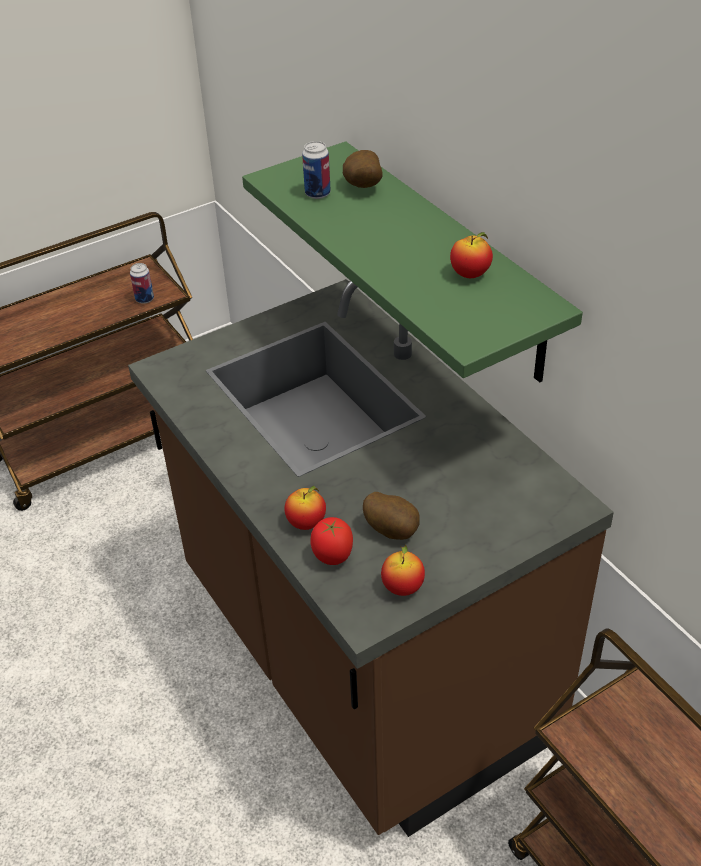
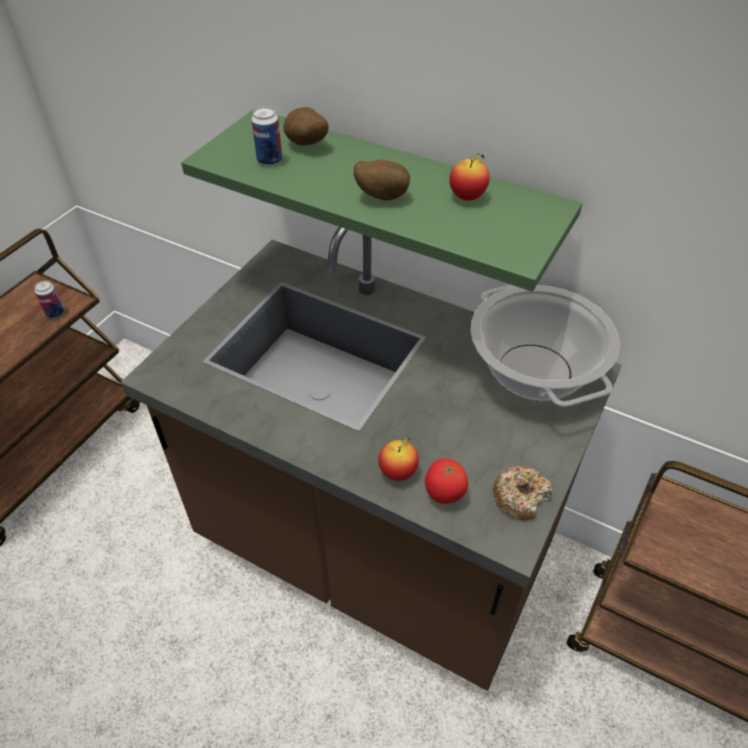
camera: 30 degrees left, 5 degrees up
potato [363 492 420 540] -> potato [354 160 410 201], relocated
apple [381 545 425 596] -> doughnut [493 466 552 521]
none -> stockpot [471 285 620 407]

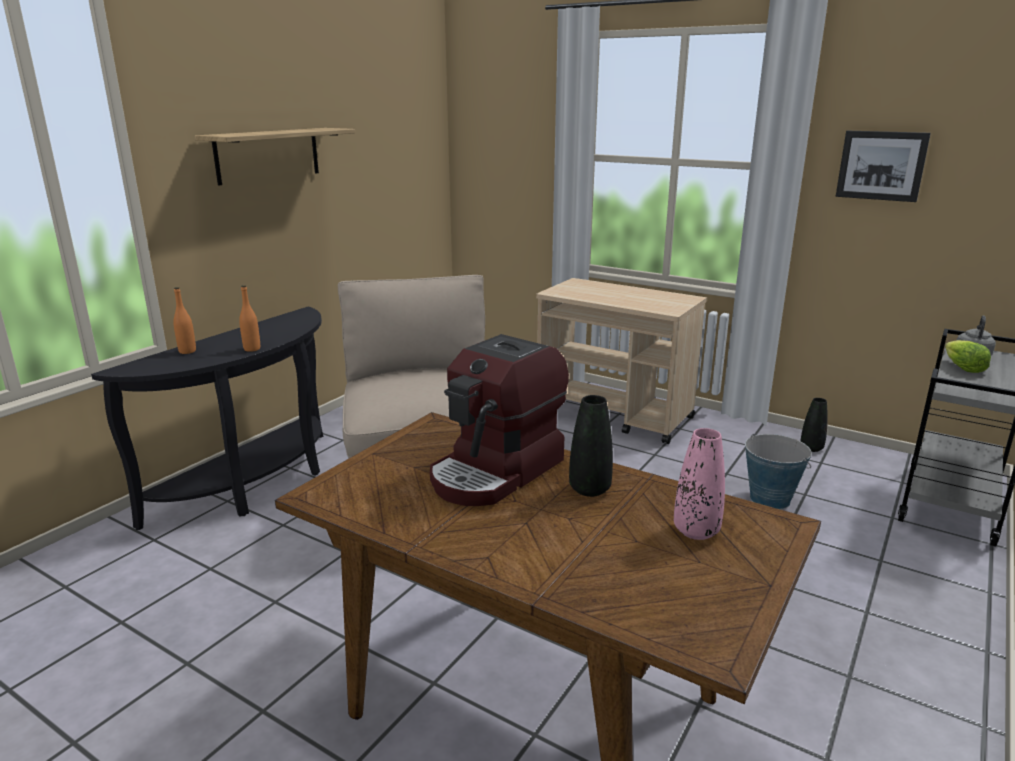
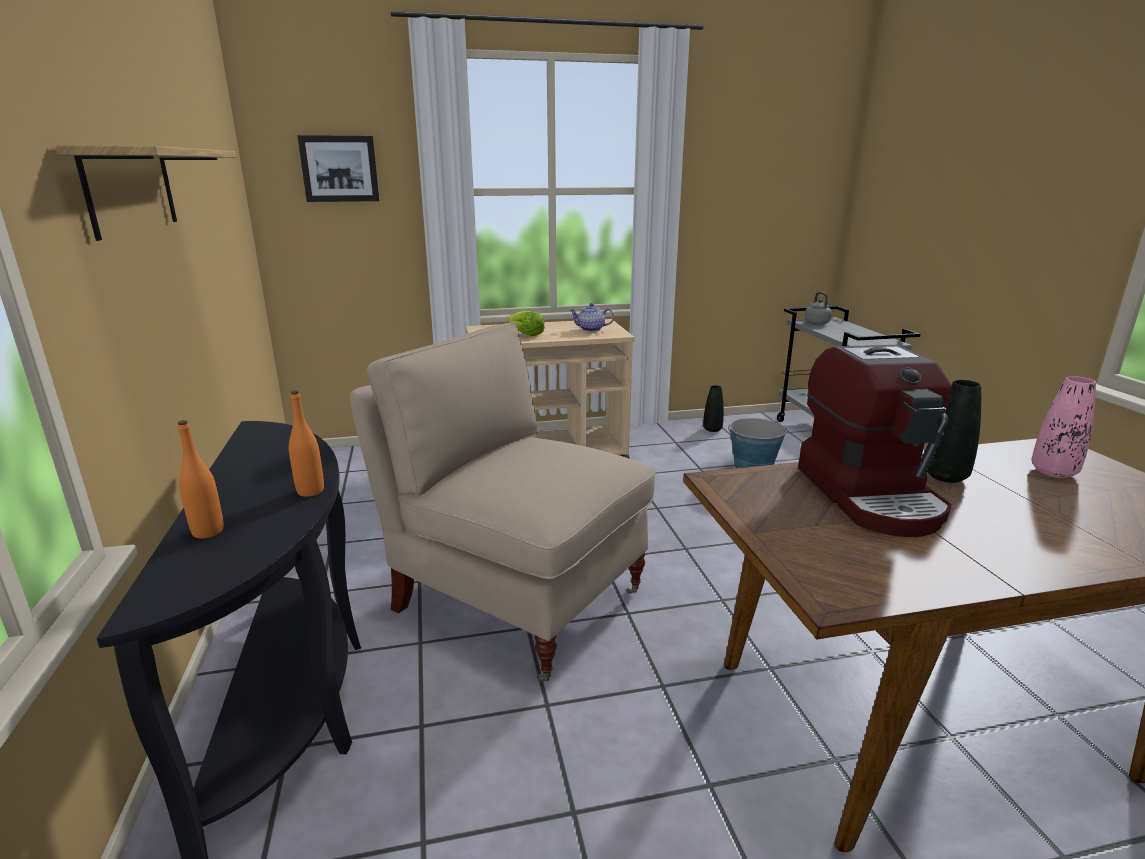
camera: 45 degrees left, 0 degrees up
wall picture [836 131 931 202] -> wall picture [297 135 379 202], relocated
lettuce head [945 340 991 373] -> lettuce head [507 311 545 336], relocated
none -> pot for tea [569 303 614 332]

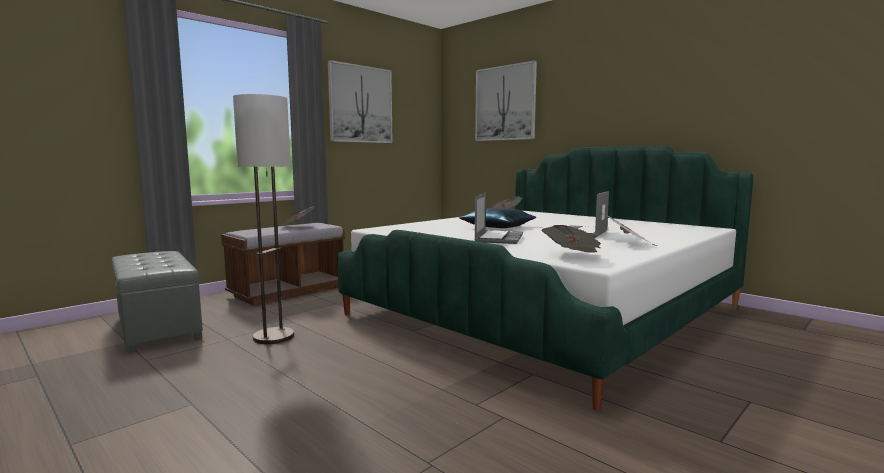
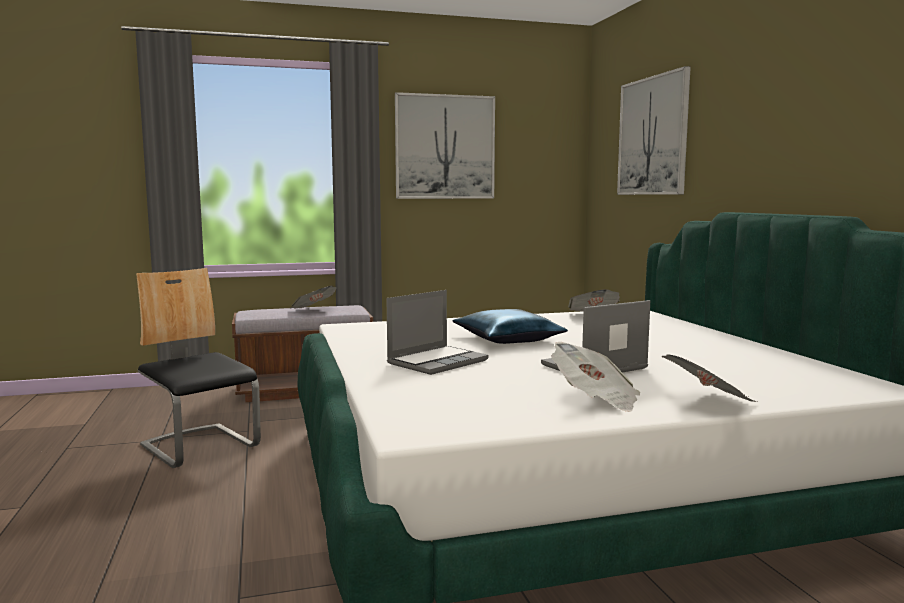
camera: 30 degrees right, 0 degrees up
standard lamp [233 94 294 344] -> plain chair [136 268 261 468]
printed paper [542 225 601 253] -> printed paper [661 354 757 402], relocated
gray footrest [112 251 203 352] -> none

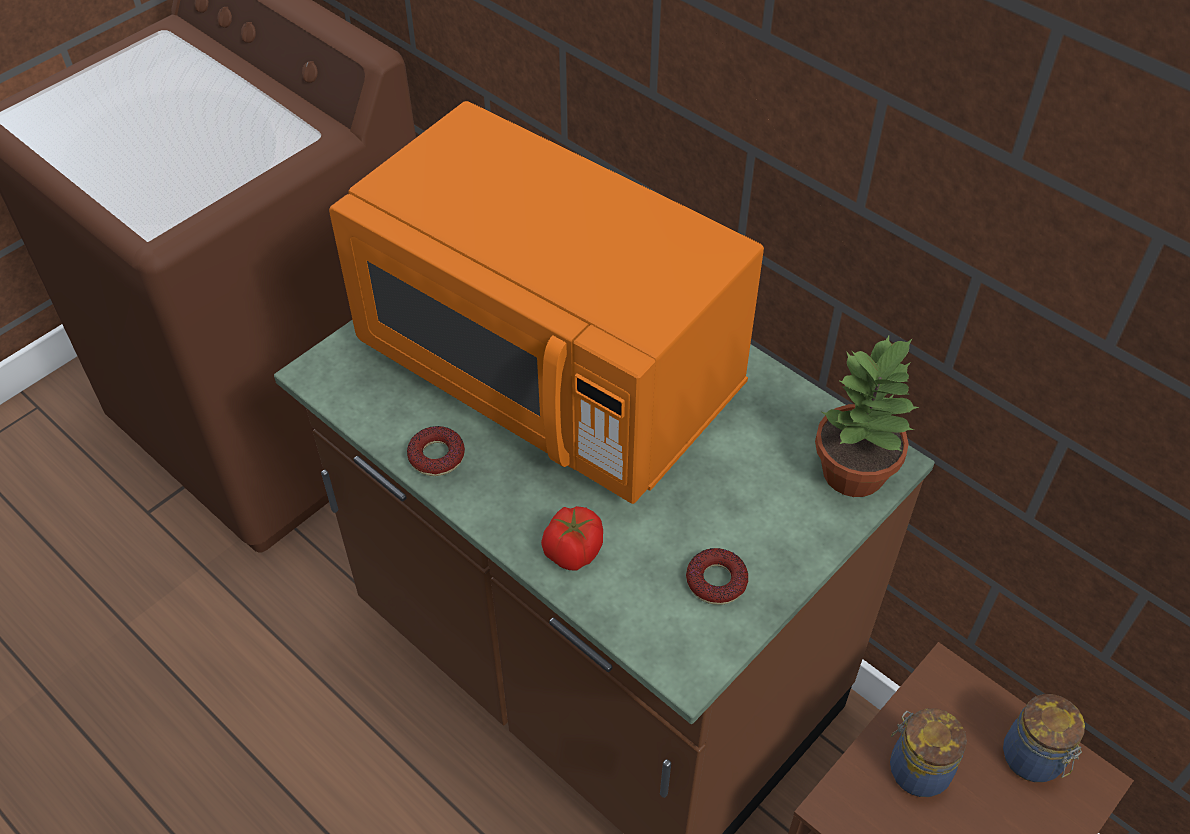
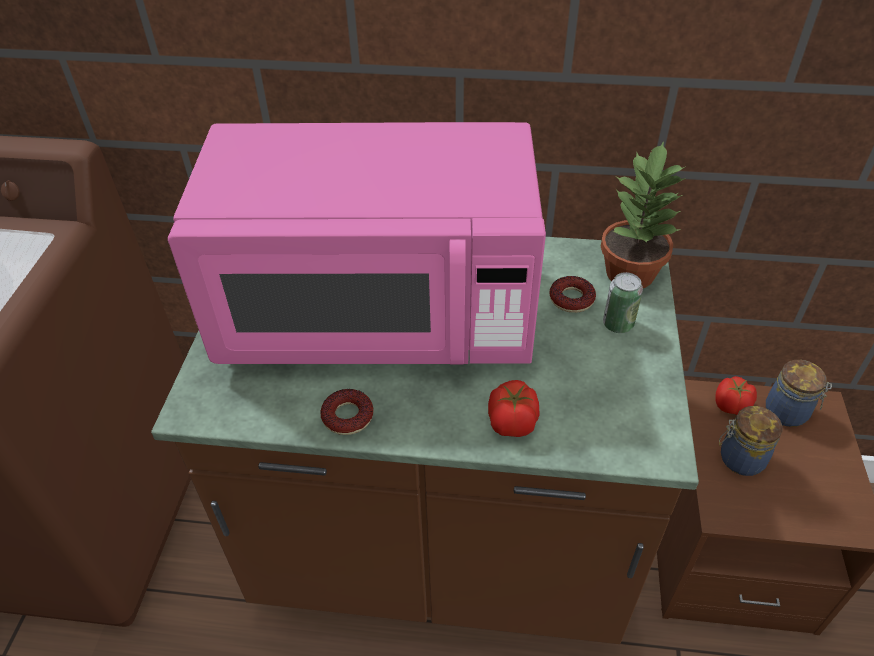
camera: 35 degrees left, 5 degrees down
orange-coloured microwave [329 101 764 504] -> pinkish microwave [168 122 546 365]
doughnut [686 548 748 605] -> doughnut [549 276 596 313], relocated
none -> metal can [603 272 643 333]
none -> whole tomato [715 376 757 415]

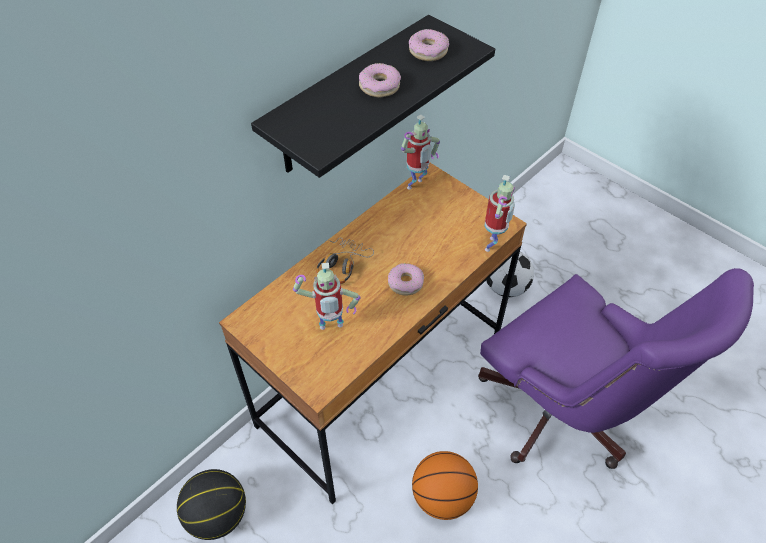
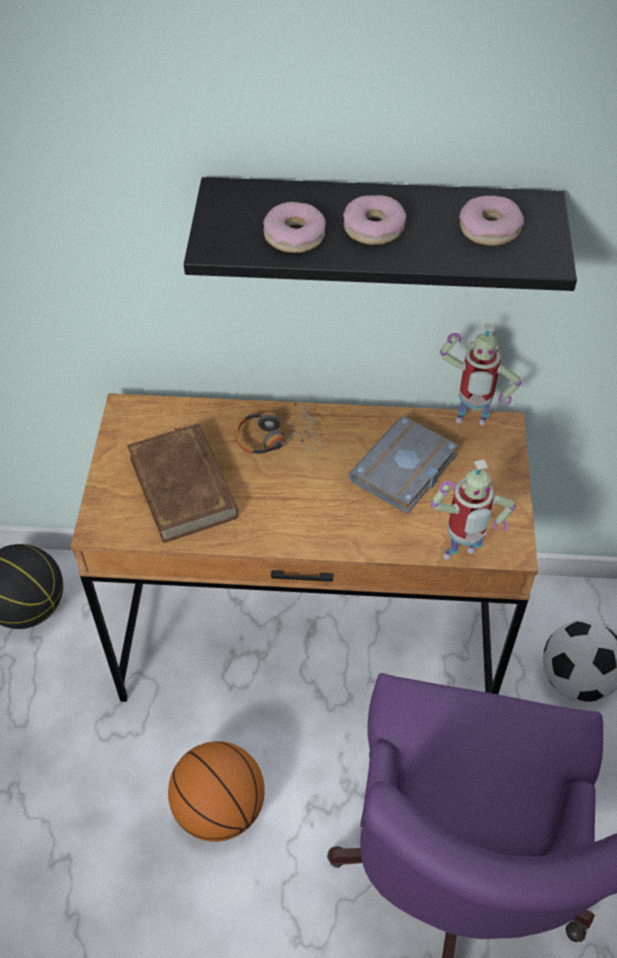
camera: 50 degrees right, 0 degrees up
robot figure [293 262 360 330] -> brown bound book [127 424 238 543]
doughnut [388 263 424 296] -> doughnut [263 202 326 253], relocated
none -> gray bound book [348 416 458 514]

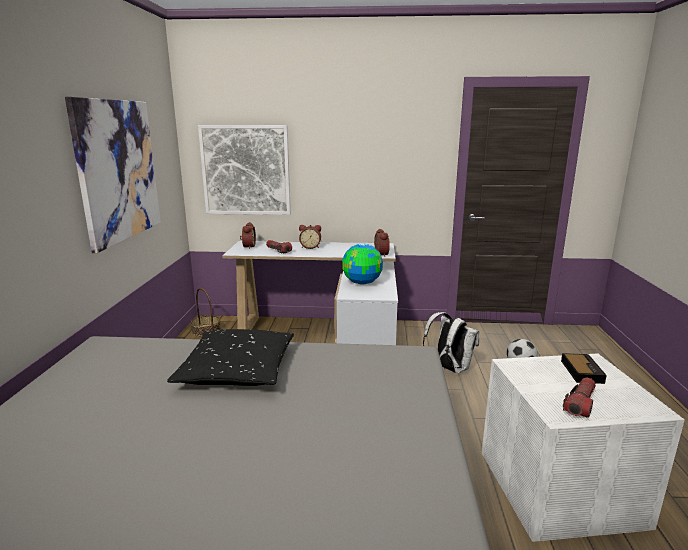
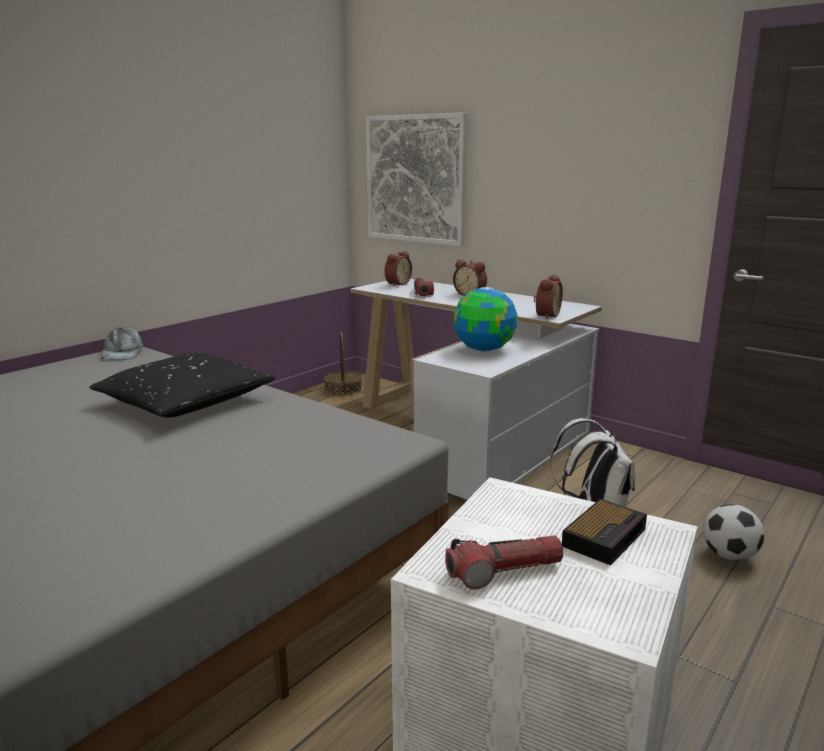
camera: 35 degrees right, 0 degrees up
wall picture [65 97 161 253] -> none
none -> gray baseball cap [101 327 144 360]

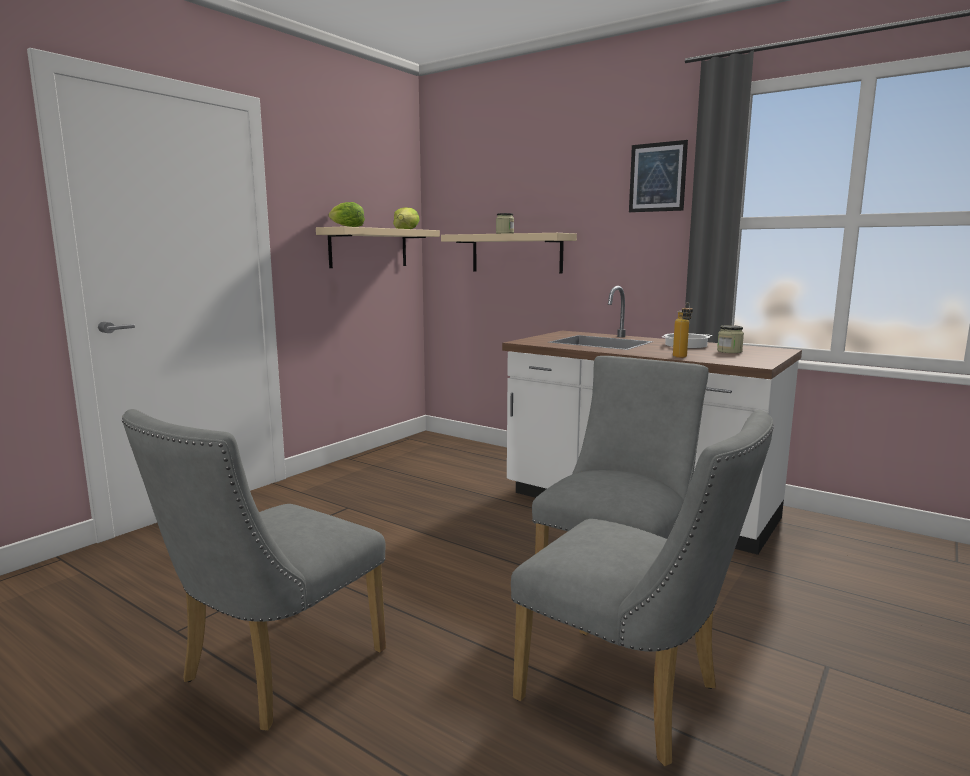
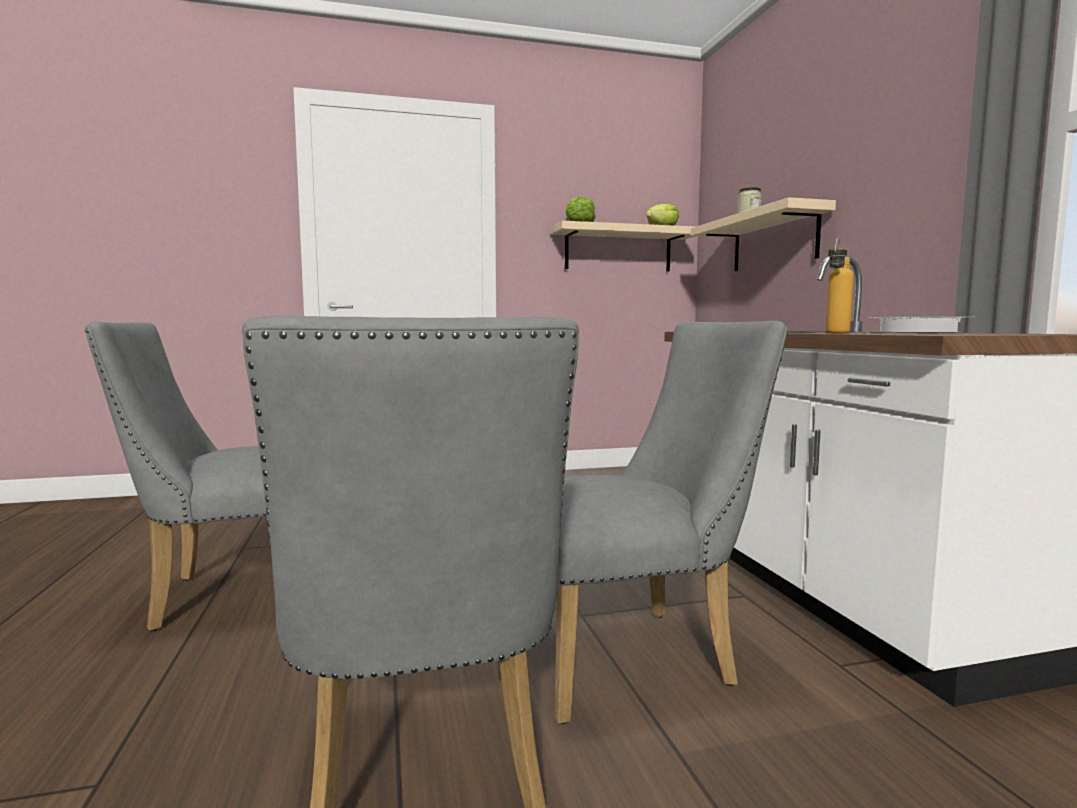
camera: 40 degrees right, 5 degrees down
wall picture [629 140 688 212] -> none
preserve jar [717 325 744 353] -> none

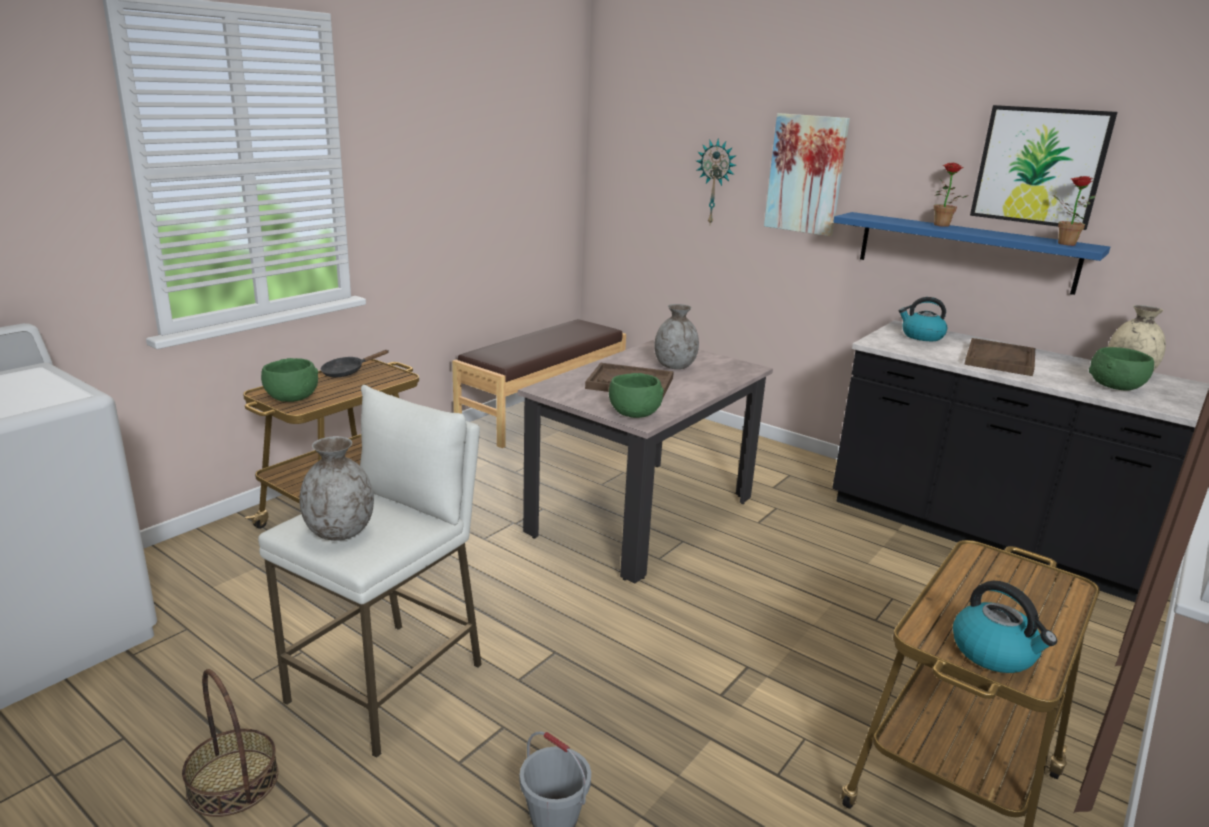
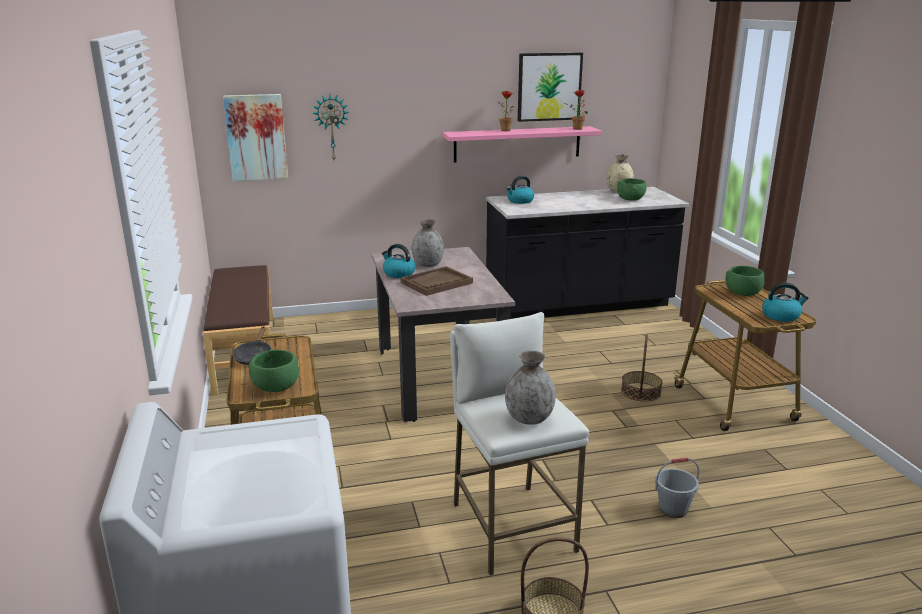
camera: 50 degrees left, 0 degrees up
wall picture [764 113 850 236] -> wall picture [223 94 288 181], relocated
blue wall shelf [833 212 1110 295] -> pinkish wall shelf [443 126 602 163]
brown carrying tray [964 338 1035 376] -> none
green-coloured deep dish [609 373 664 418] -> green-coloured deep dish [725 266 764 296], relocated
none -> water kettle [382 244 415 278]
none -> household basket [621 334 663 402]

